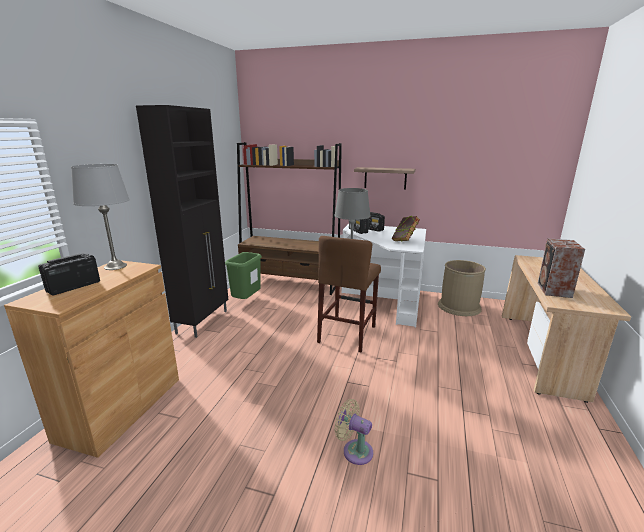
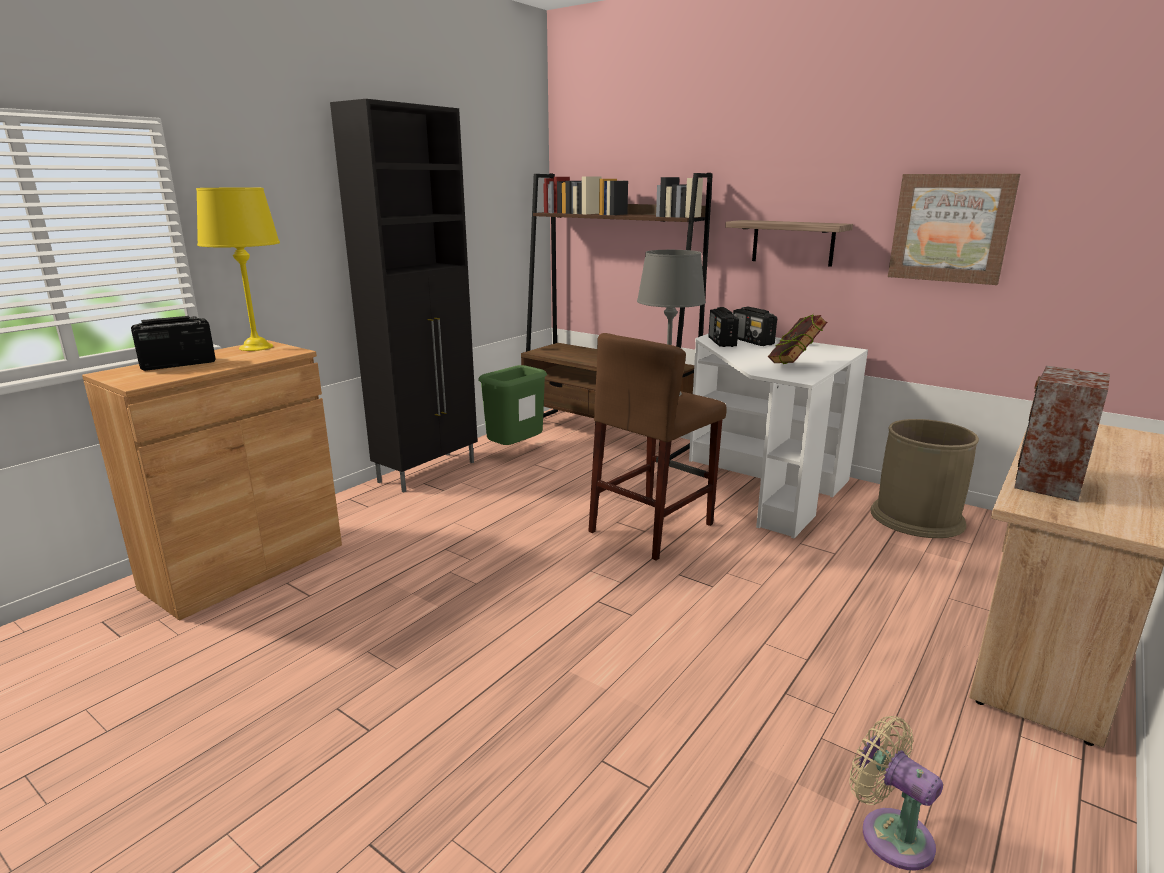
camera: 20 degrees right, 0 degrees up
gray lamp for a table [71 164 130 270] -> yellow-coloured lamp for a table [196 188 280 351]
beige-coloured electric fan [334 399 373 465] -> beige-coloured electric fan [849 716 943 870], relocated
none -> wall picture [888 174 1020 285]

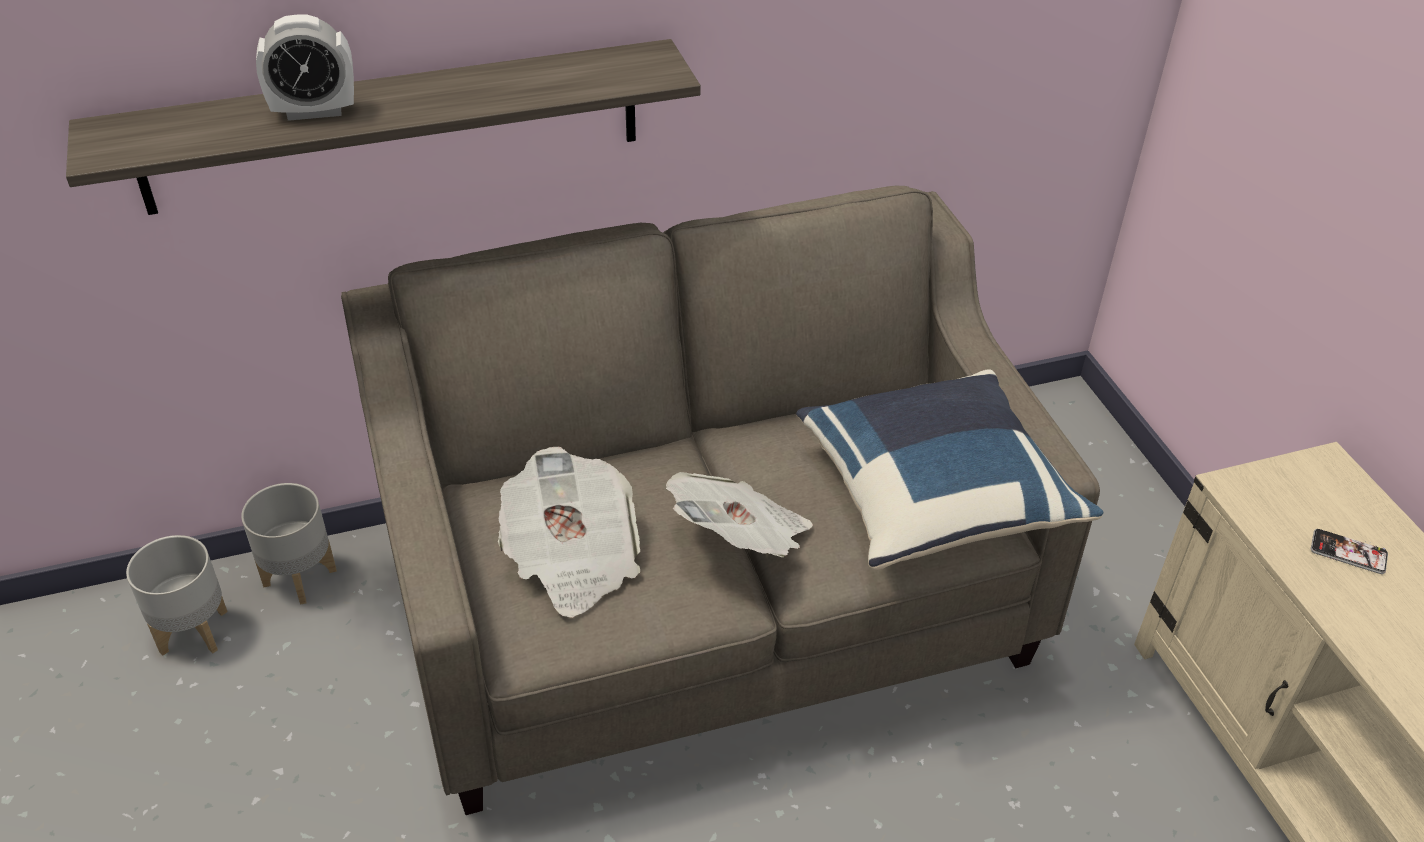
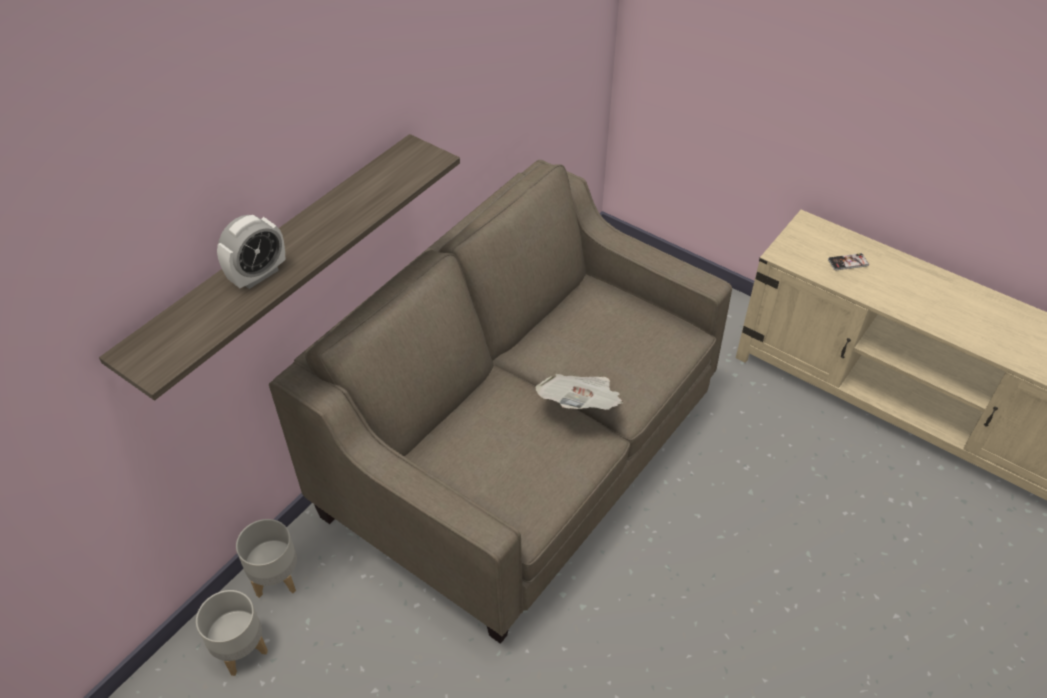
camera: 35 degrees left, 5 degrees up
blue cushion [796 369 1103 570] -> none
printed paper [498 447 641 618] -> none

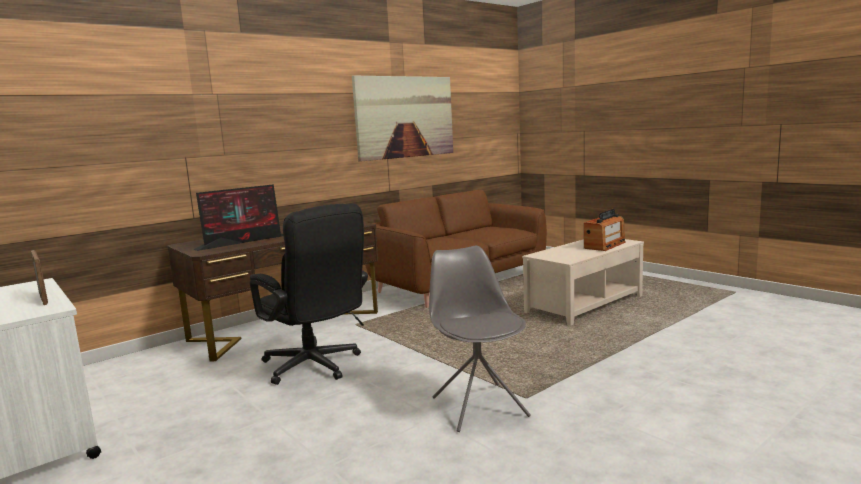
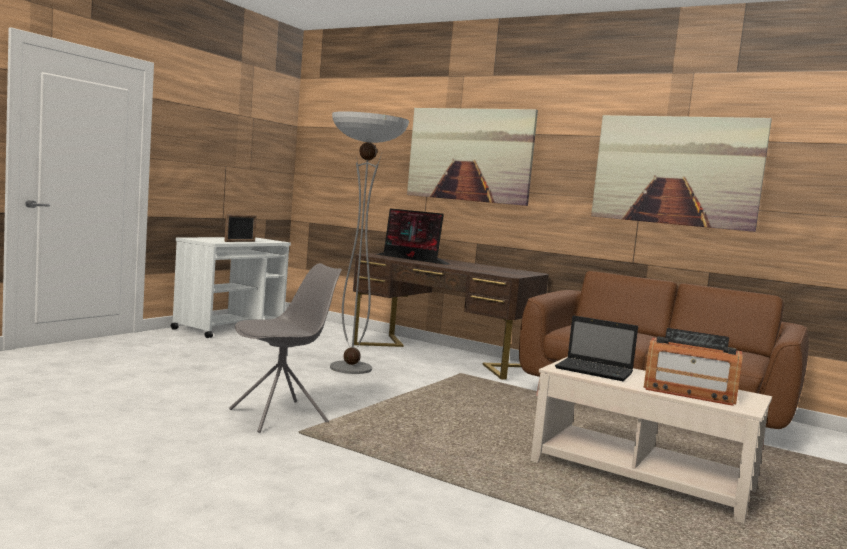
camera: 70 degrees right, 5 degrees down
black computer chair [250 203 368 385] -> standard lamp [330 111 409 374]
none -> wall picture [407 108 538 206]
none -> notebook computer [555 315 638 381]

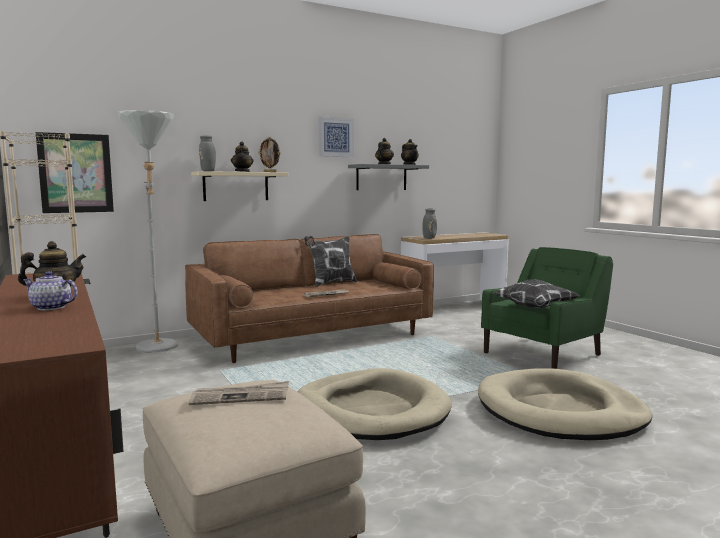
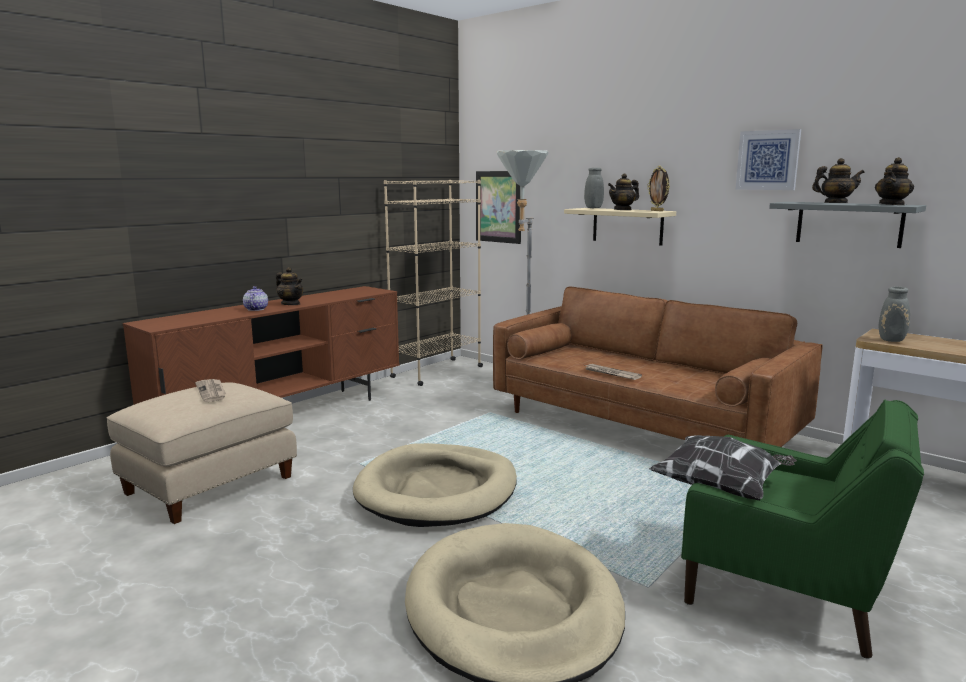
camera: 70 degrees right, 5 degrees up
cushion [304 236 357 287] -> none

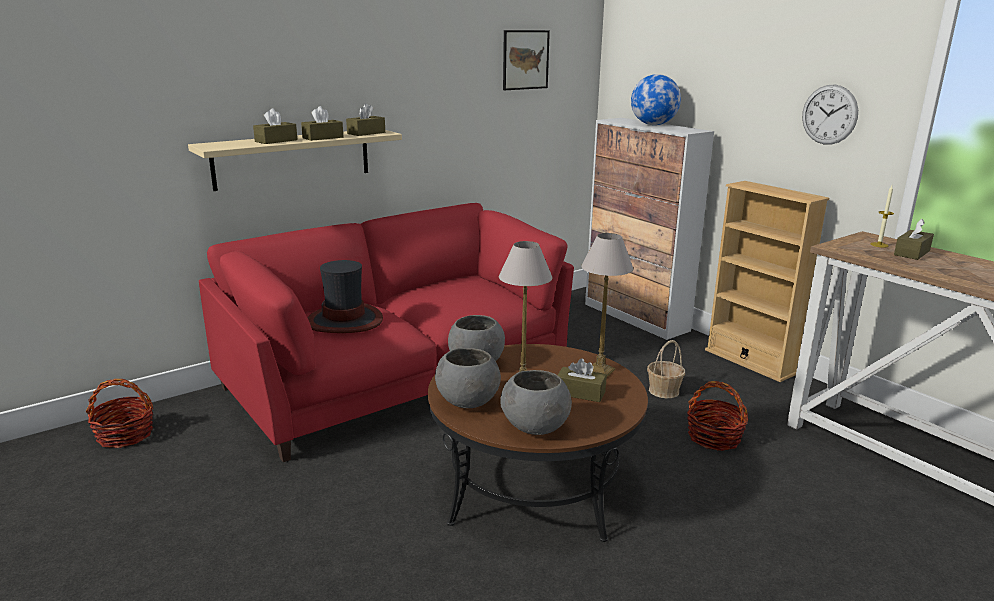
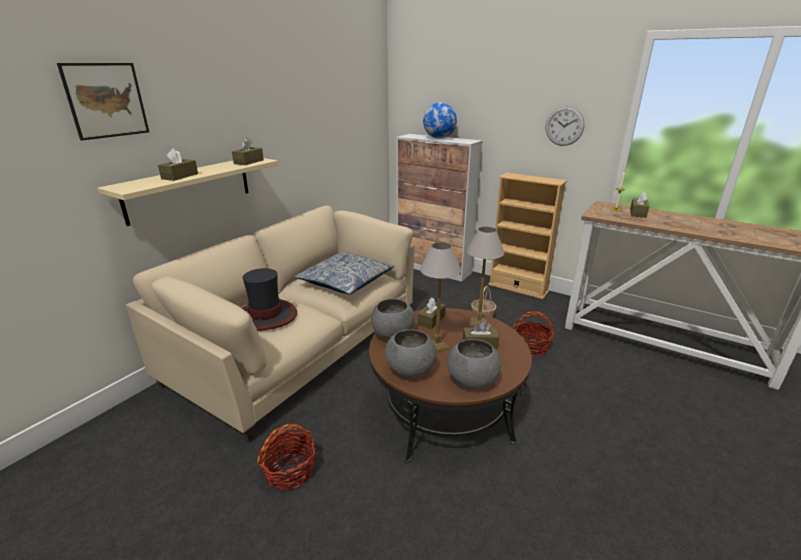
camera: 20 degrees left, 5 degrees up
wall picture [503 30 550 90] -> wall picture [57 63 149 140], relocated
brown tissue holder [301 106 343 141] -> brown tissue holder [418 297 446 329], relocated
reddish sofa [199 203 574 462] -> beige-coloured sofa [126 206 415 443]
household basket [86 379 153 448] -> household basket [257 423 315 490], relocated
none -> cushion [295 252 394 295]

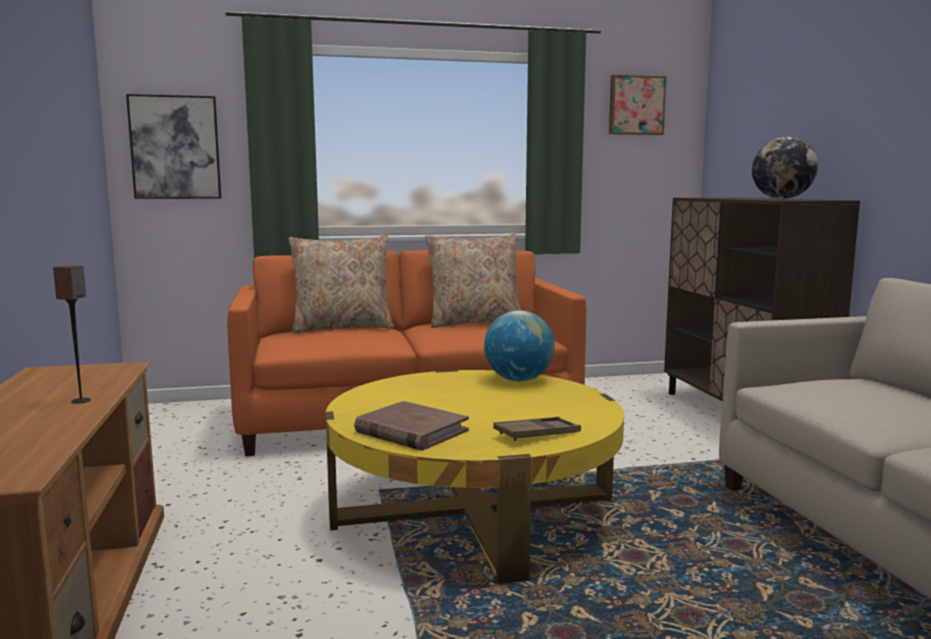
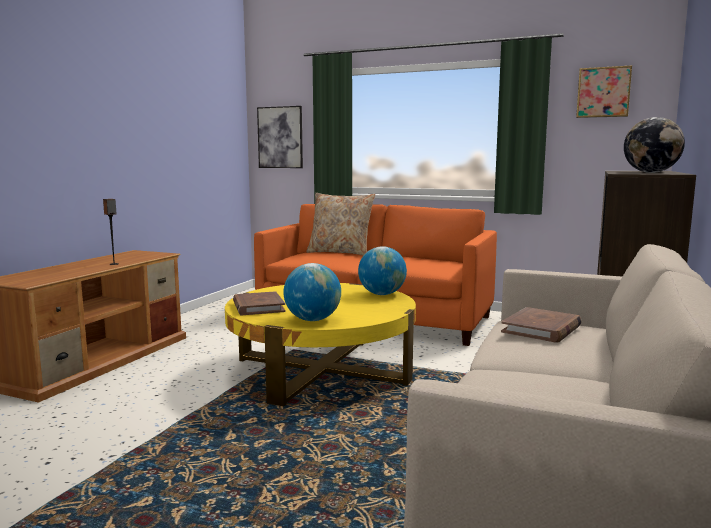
camera: 35 degrees right, 0 degrees up
beige-coloured cushion [425 234 521 328] -> none
brown carrying tray [493 417 581 441] -> globe [283 263 341 321]
none -> brown bound book [501 307 582 343]

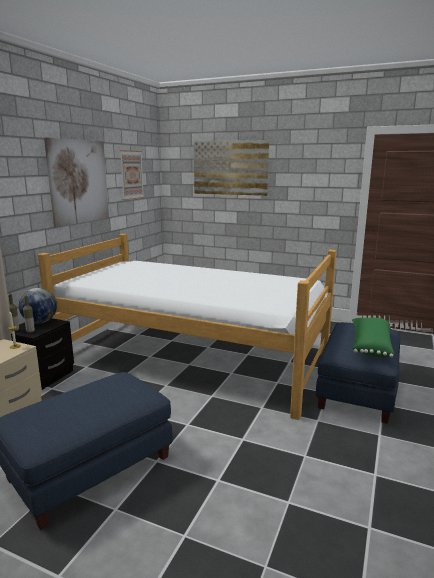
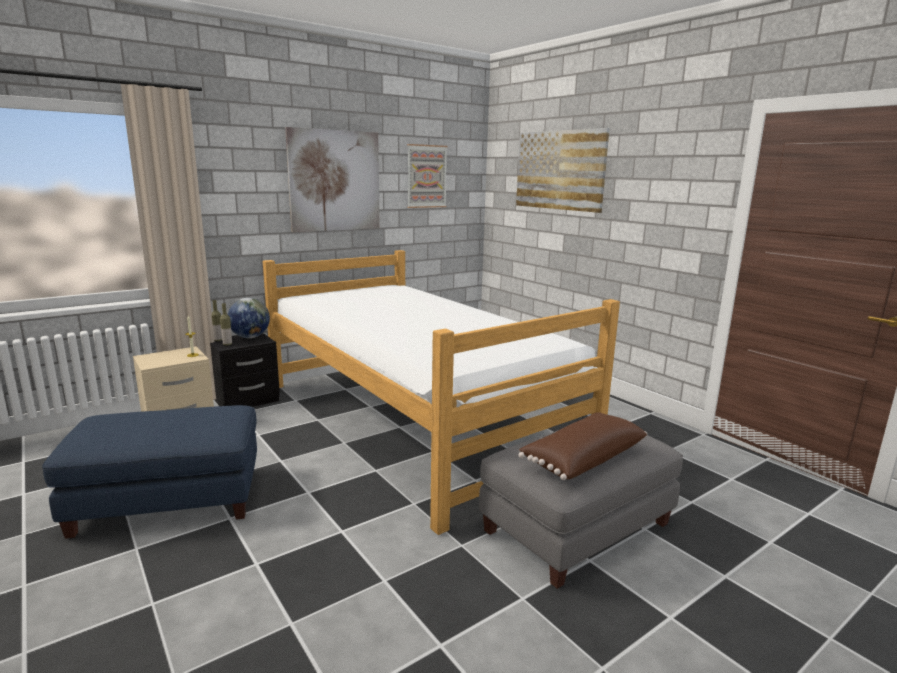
camera: 30 degrees right, 0 degrees up
green-coloured cushion [352 318 394 357] -> brown cushion [518 412 647 480]
blue footrest [316 322 400 424] -> gray footrest [479 430 683 589]

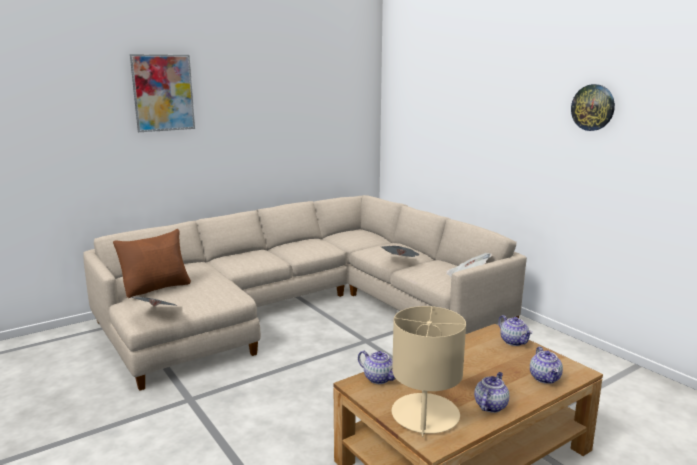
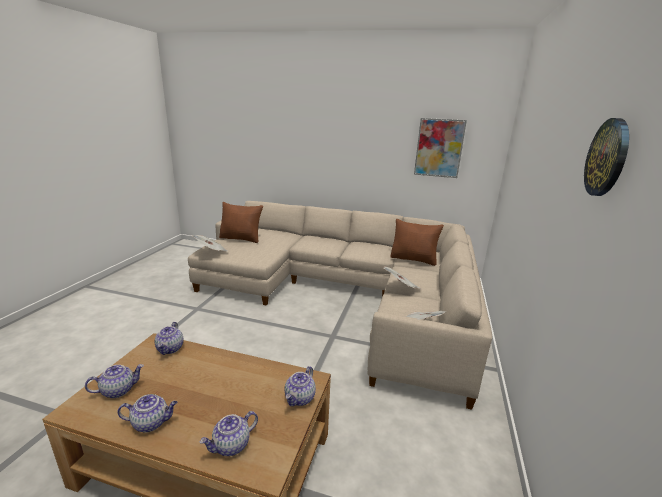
camera: 50 degrees right, 5 degrees up
wall picture [130 54 195 132] -> wall picture [414 118 467 178], relocated
beige-coloured lamp for a table [392 306 466 437] -> pot for tea [85 364 144 398]
none -> brown cushion [390 219 444 266]

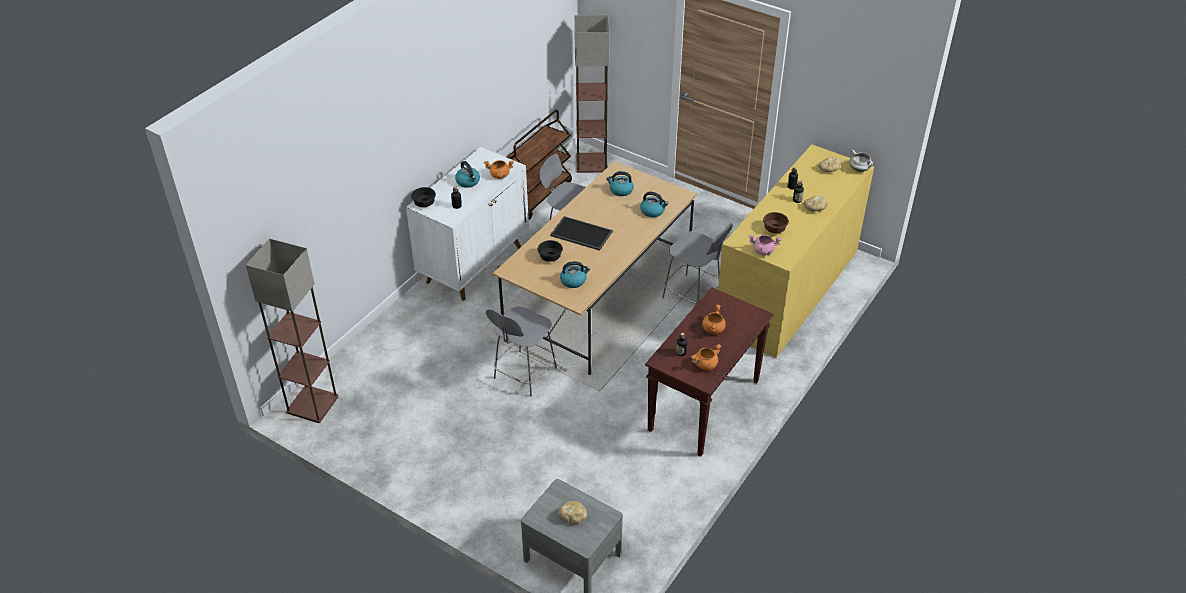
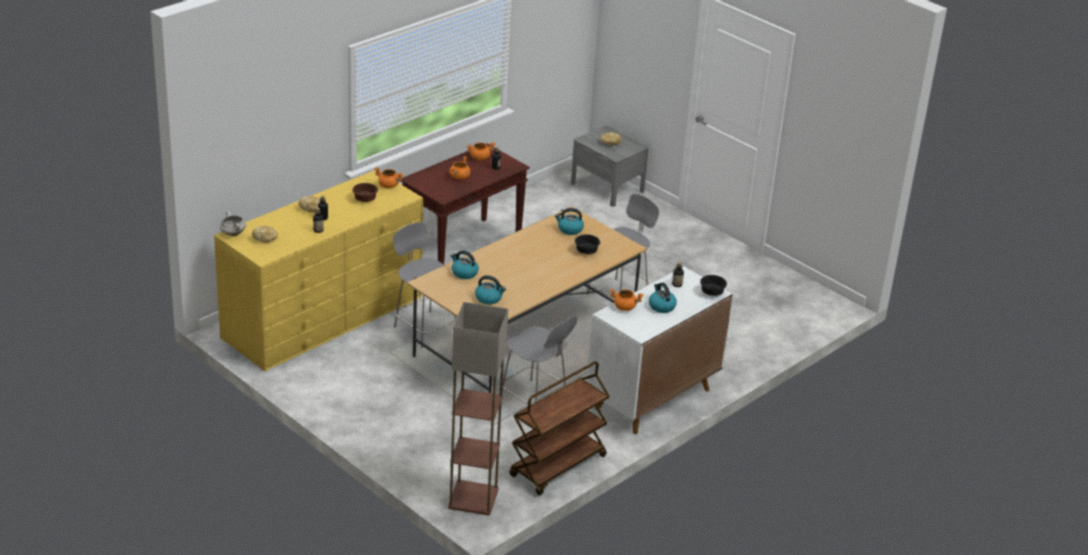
camera: 170 degrees left, 10 degrees down
carrying tray [550 216 613 251] -> none
pinkish stockpot [749 235 782 255] -> orange-coloured stockpot [374 167 404 188]
standard lamp [246 238 338 423] -> none

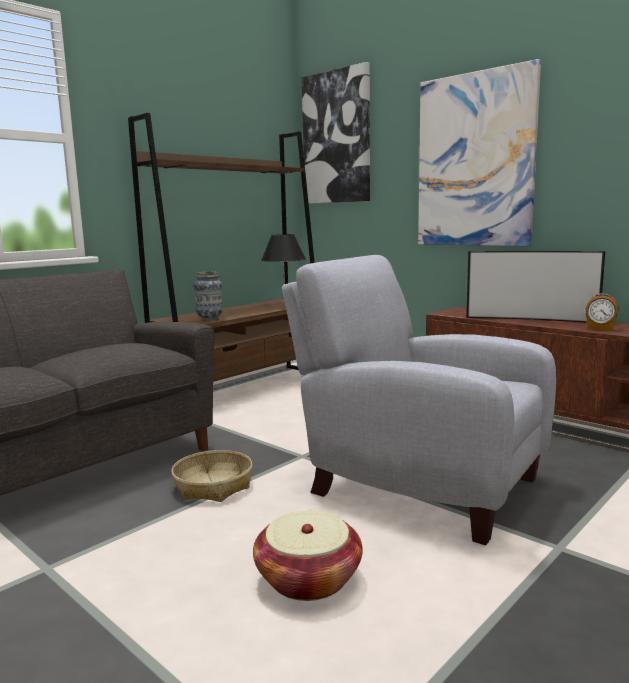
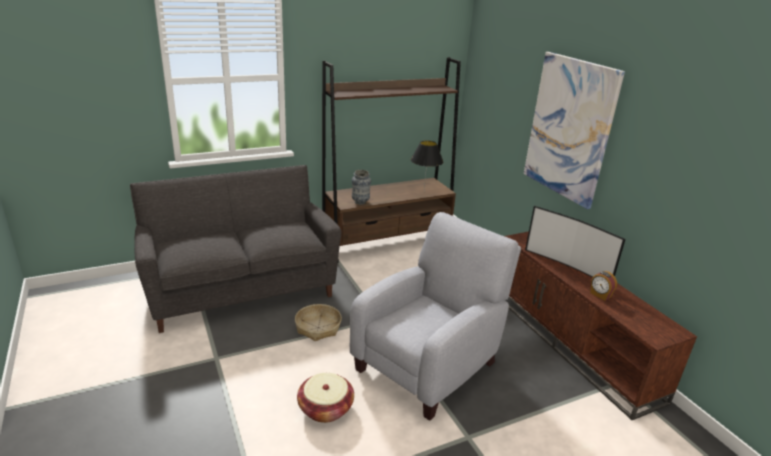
camera: 20 degrees right, 15 degrees up
wall picture [302 62 370 204] -> none
gray armchair [282 255 556 545] -> gray armchair [350 212 521 421], 75 degrees clockwise

